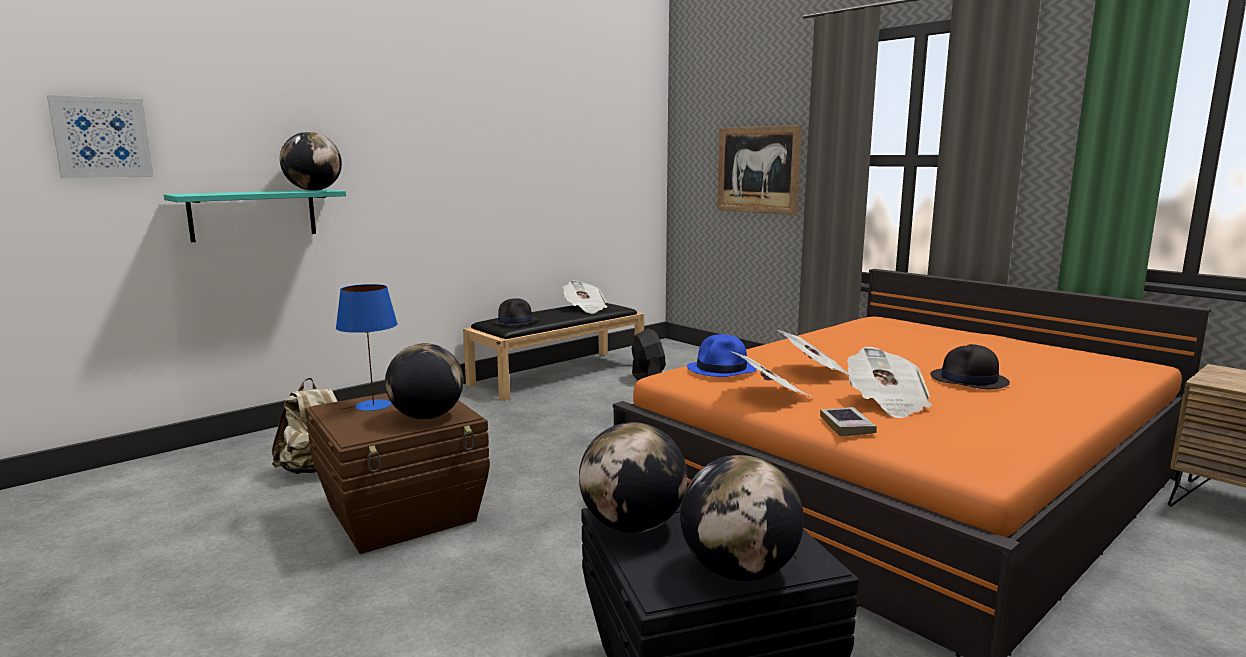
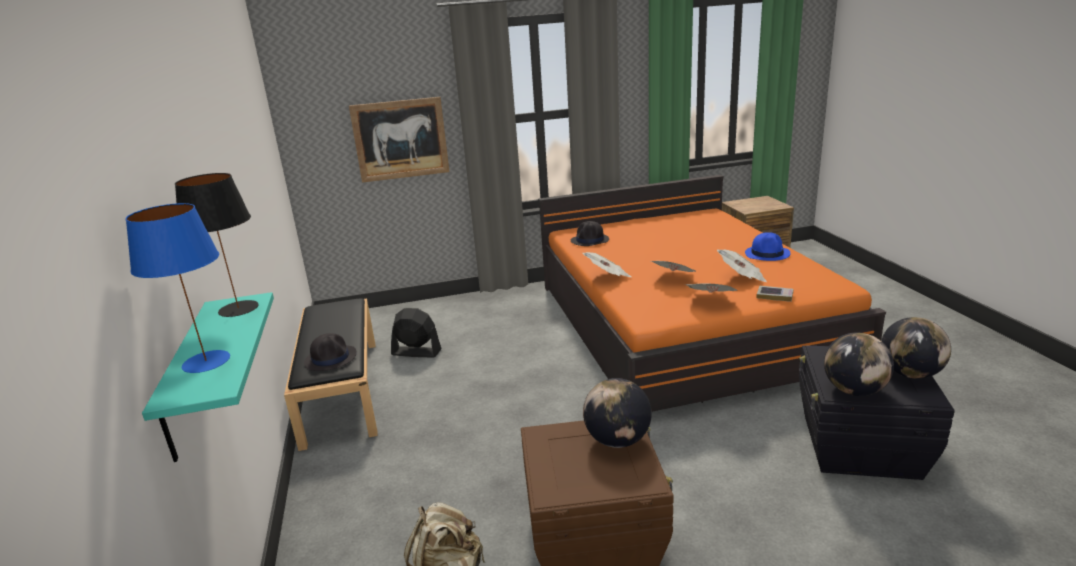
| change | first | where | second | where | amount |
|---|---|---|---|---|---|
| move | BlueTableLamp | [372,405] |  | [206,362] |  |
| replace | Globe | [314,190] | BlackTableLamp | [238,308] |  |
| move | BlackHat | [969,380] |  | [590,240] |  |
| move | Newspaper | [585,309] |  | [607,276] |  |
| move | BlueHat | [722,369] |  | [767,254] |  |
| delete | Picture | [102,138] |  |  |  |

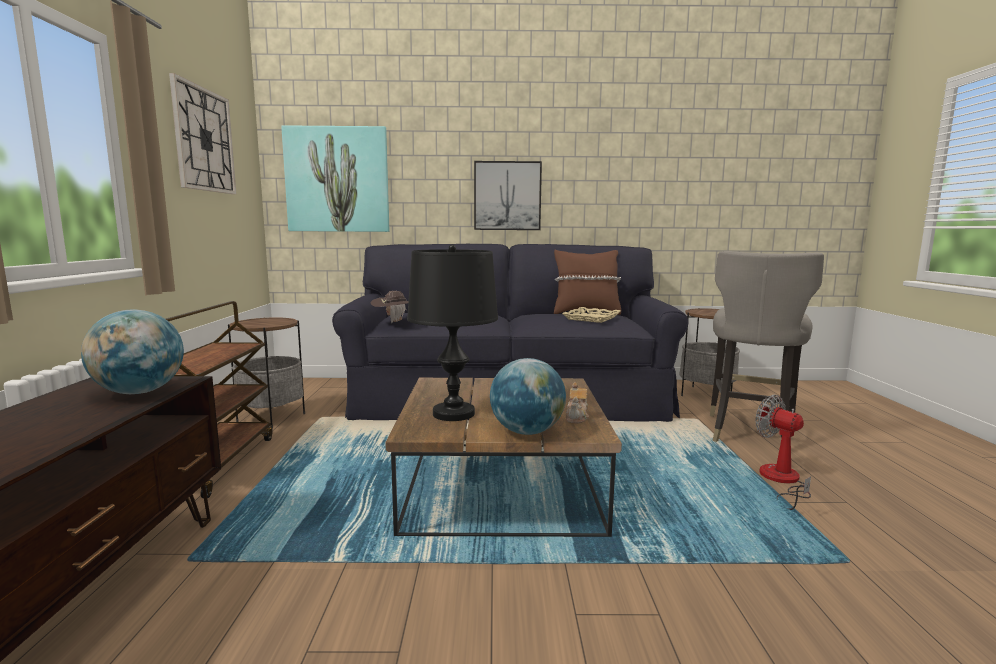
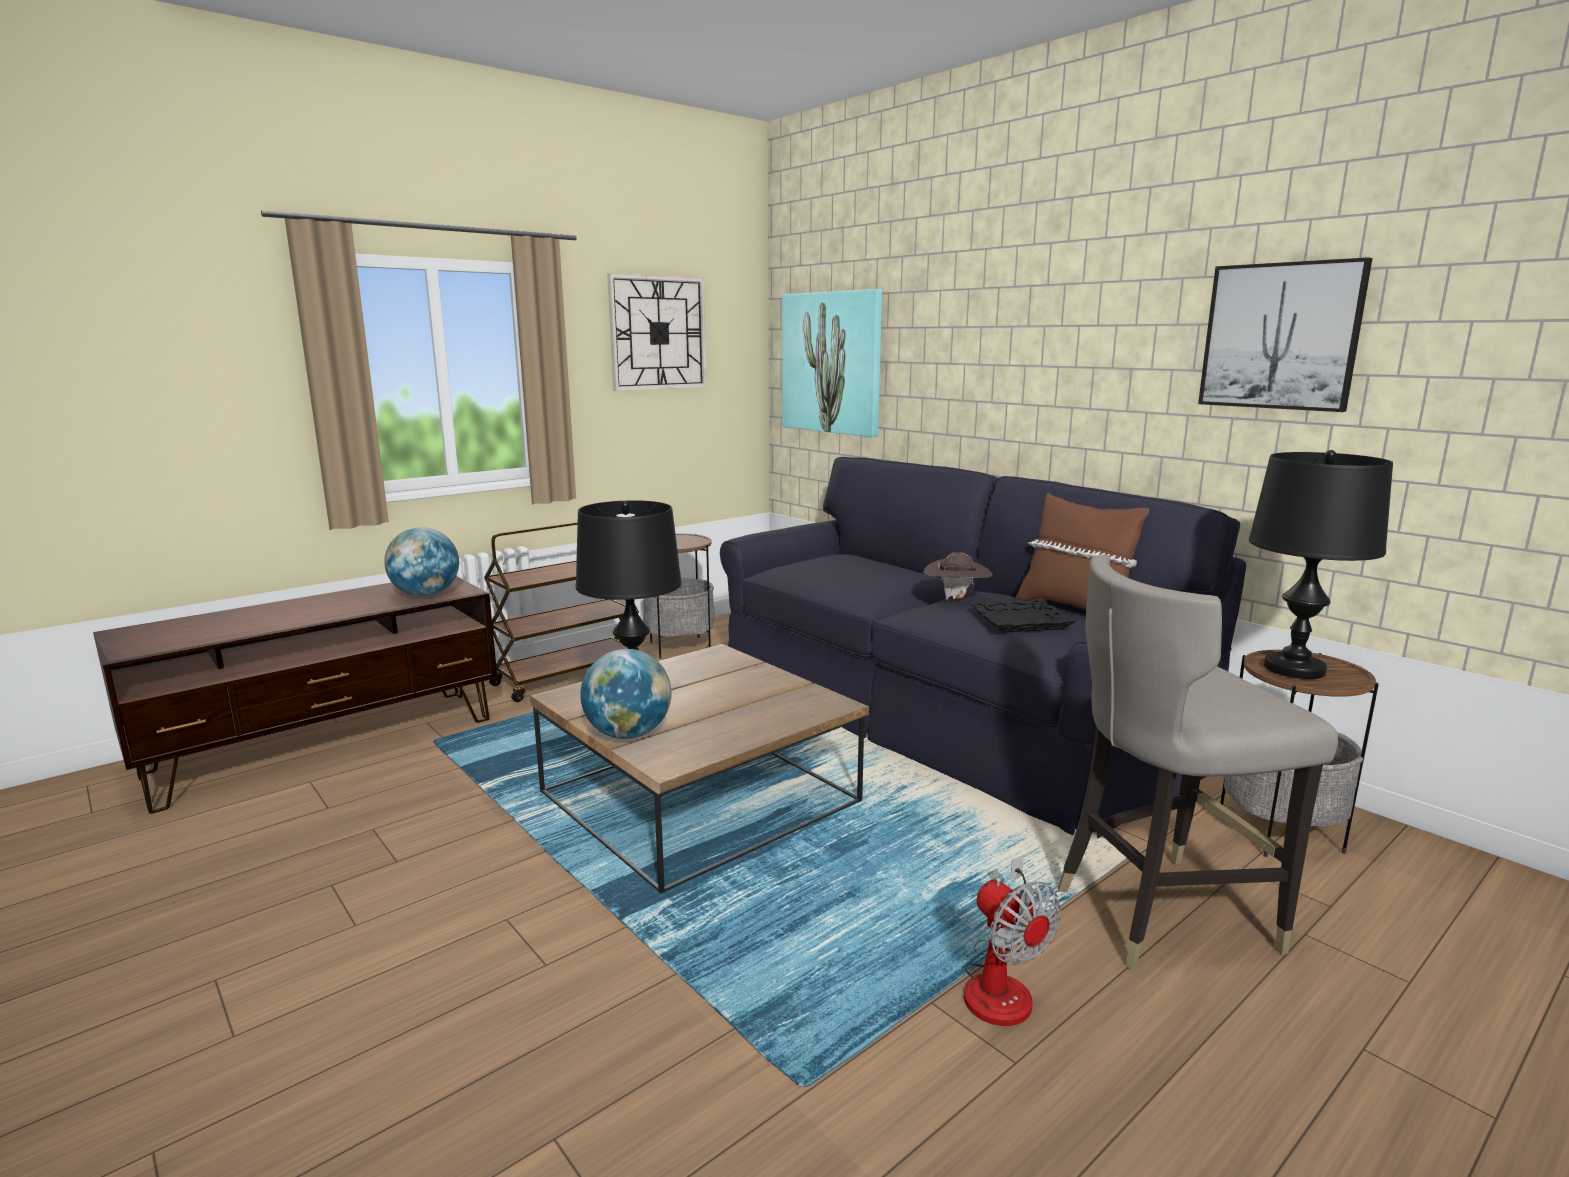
| change | first | where | second | where | amount |
|---|---|---|---|---|---|
| move | BrownHat | [395,322] |  | [956,598] |  |
| rotate | Fan | [781,481] |  | [1001,983] | 135 degrees clockwise |
| recolor | BeigeTray | [592,318] | BlackTray | [1020,622] |  |
| move | Picture | [507,196] |  | [1280,336] |  |
| insert |  |  | BlackTableLamp | [1294,669] |  |
| delete | Teapot | [577,417] |  |  |  |

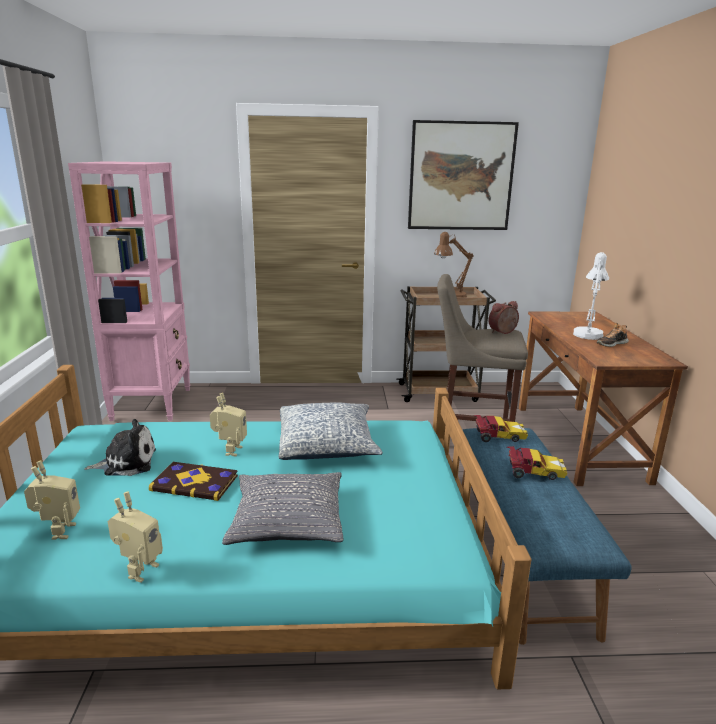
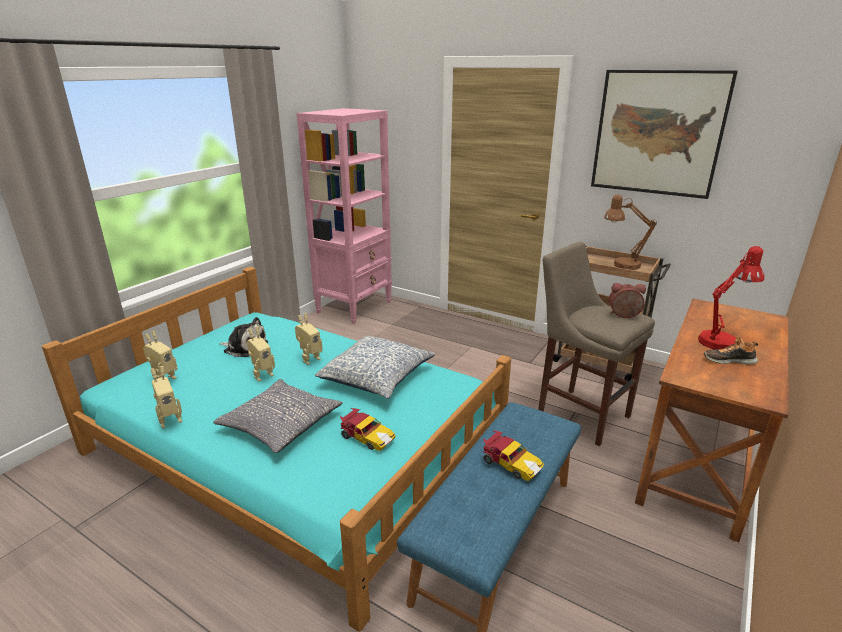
| change | first | where | second | where | amount |
|---|---|---|---|---|---|
| replace | Book | [195,482] | ToyRobot | [262,375] |  |
| move | ToyCar | [498,436] |  | [366,437] |  |
| recolor | WhiteTableLamp | [588,333] | RedTableLamp | [721,340] |  |

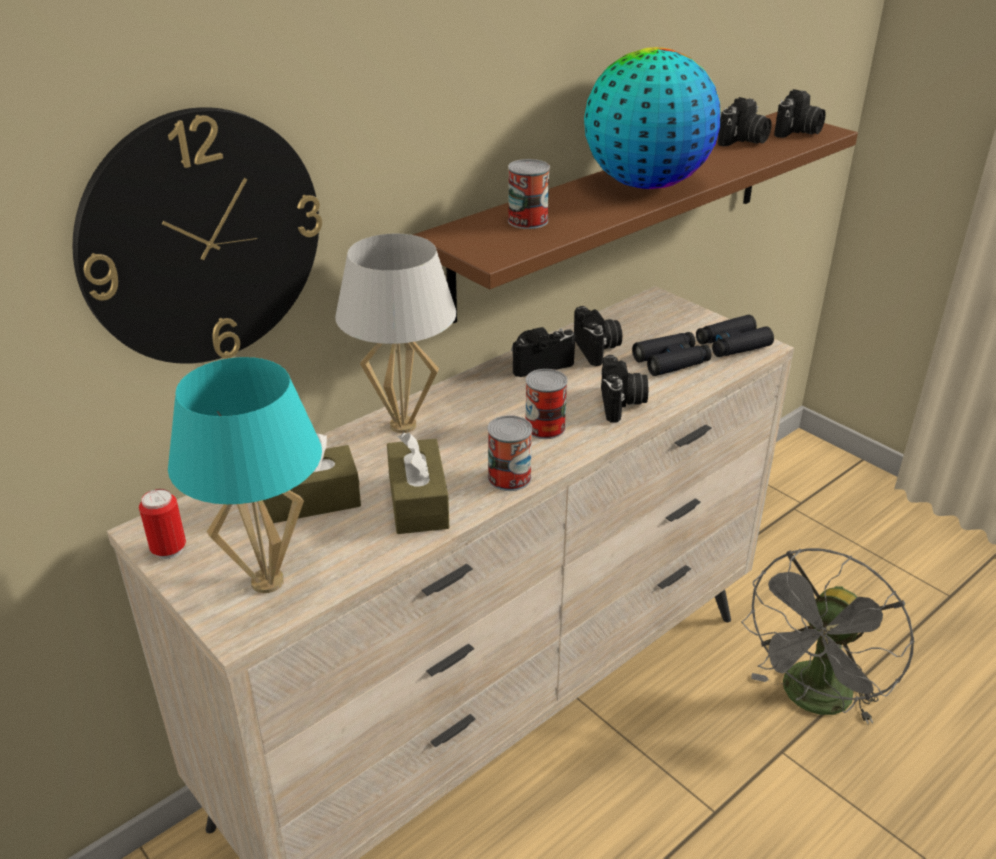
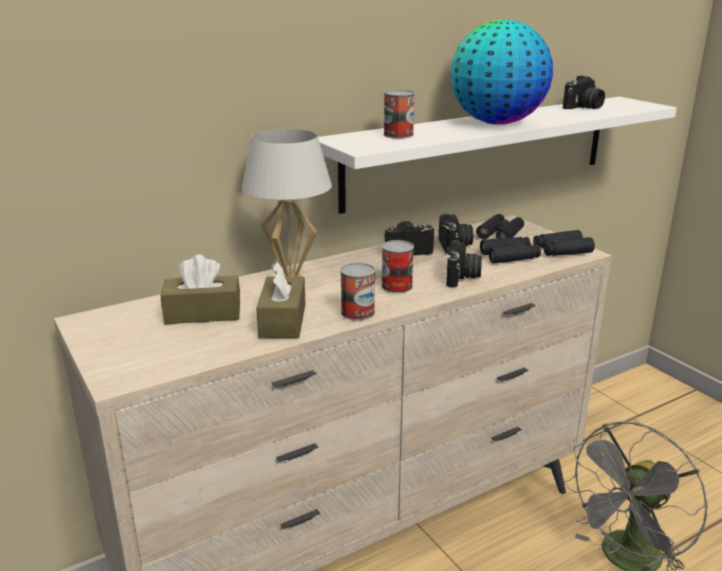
| change | first | where | second | where | amount |
|---|---|---|---|---|---|
| recolor | BrownShelf | [618,210] | WhiteShelf | [481,150] |  |
| insert |  |  | BlackBinoculars | [500,234] |  |
| delete | WallClock | [202,239] |  |  |  |
| delete | Can | [169,550] |  |  |  |
| delete | TurquoiseTableLamp | [266,582] |  |  |  |
| delete | PhotoCamera | [798,132] |  |  |  |

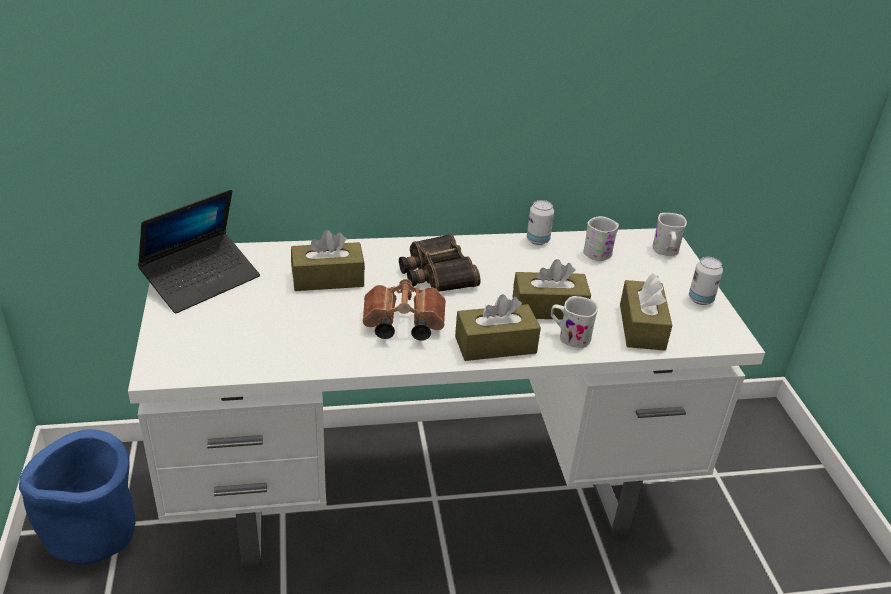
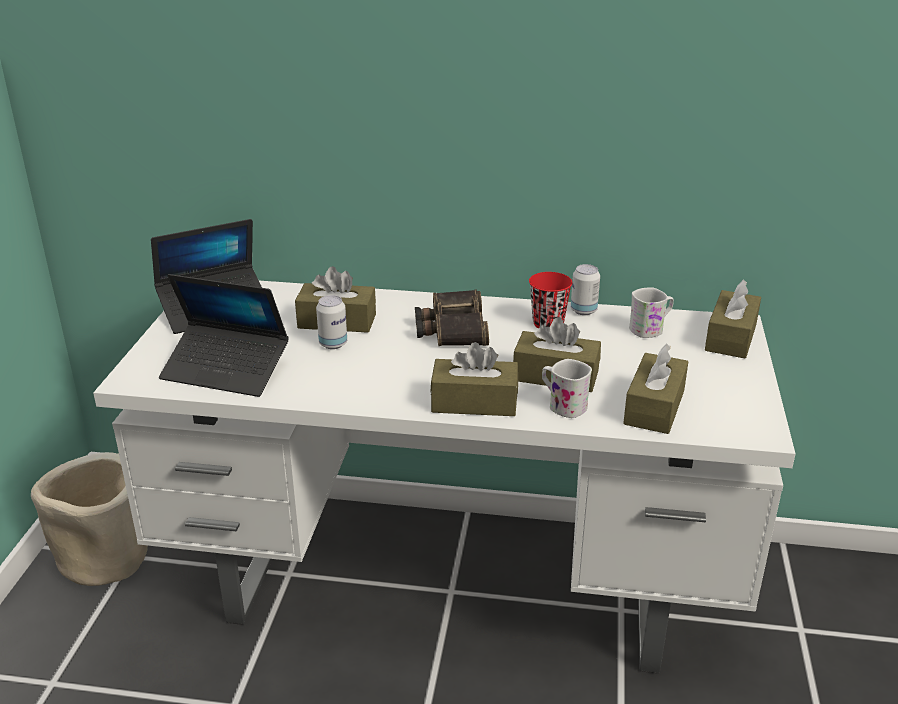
| change | first | where | second | where | amount |
|---|---|---|---|---|---|
| recolor | BluePlanter | [92,533] | BeigePlanter | [104,559] |  |
| insert |  |  | Laptop | [226,370] |  |
| move | Can | [700,299] |  | [333,344] |  |
| insert |  |  | RedCup | [548,323] |  |
| replace | WhiteMug | [666,251] | BrownTissueBox | [730,337] |  |
| delete | BrownBinoculars | [401,325] |  |  |  |

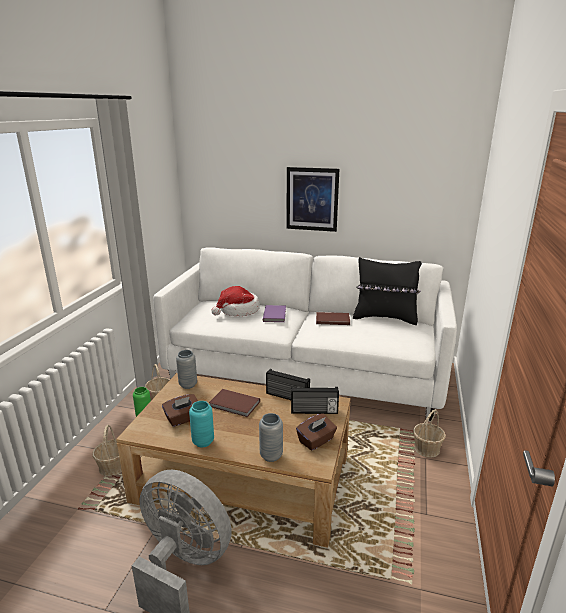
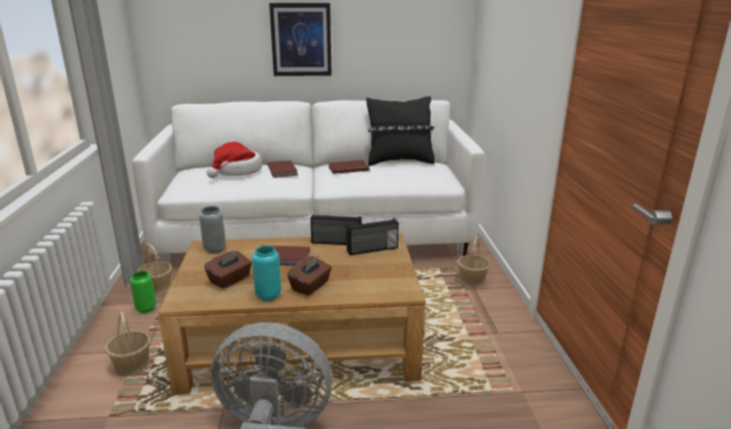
| change | first | where | second | where | amount |
|---|---|---|---|---|---|
| recolor | PurpleBook | [275,315] | BrownBook | [283,170] |  |
| move | BrownTissueBox | [316,441] |  | [311,286] |  |
| delete | GreyVase | [271,456] |  |  |  |

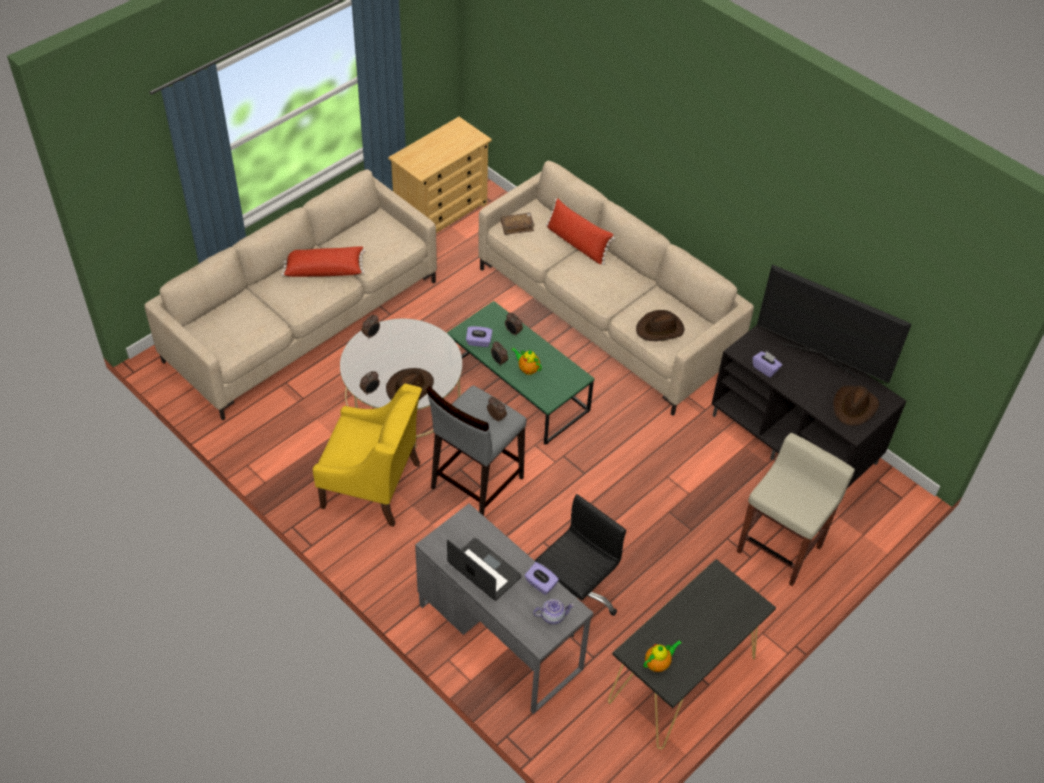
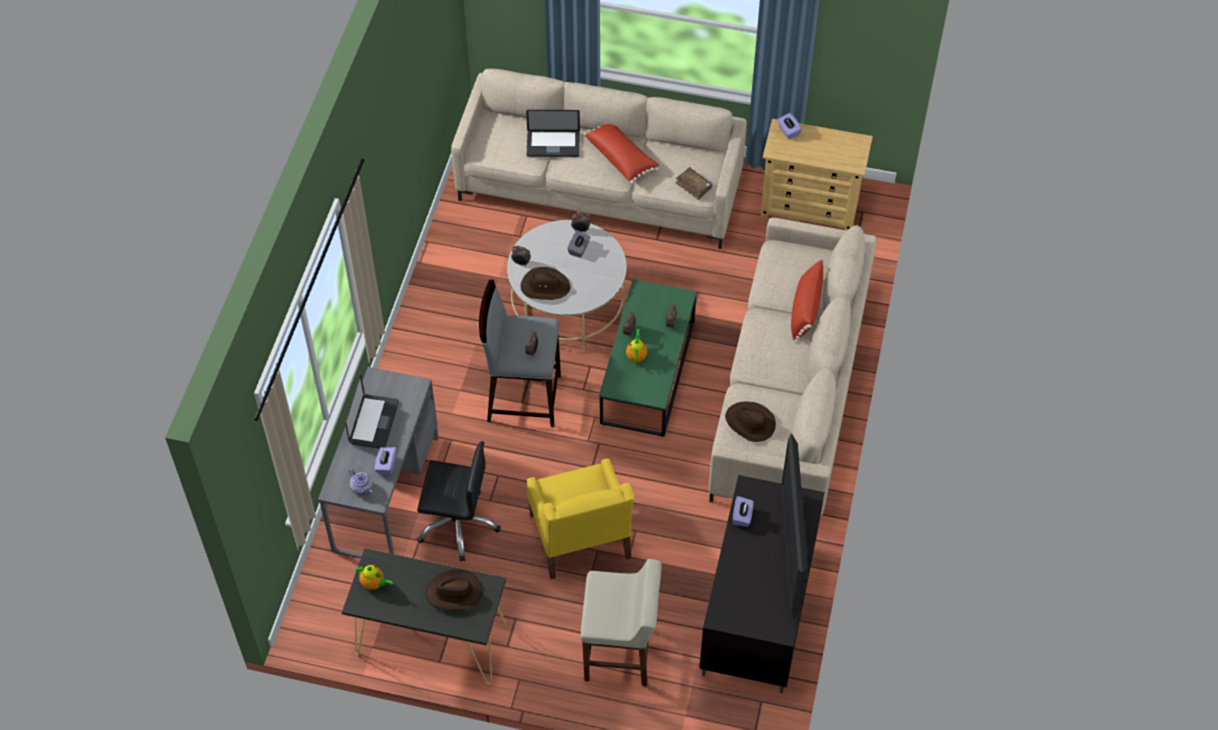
| change | first | where | second | where | amount |
|---|---|---|---|---|---|
| move | BrownHat | [854,407] |  | [454,593] |  |
| insert |  |  | Laptop | [553,145] |  |
| move | YellowArmchair | [372,485] |  | [580,537] |  |
| insert |  |  | GreyTissueBox | [579,249] |  |
| move | BrownBook | [517,226] |  | [694,186] |  |
| move | PurpleTissueBox | [478,342] |  | [788,131] |  |

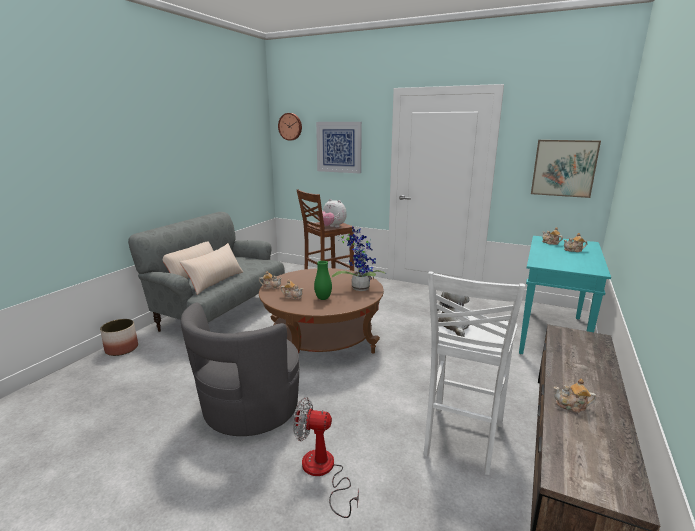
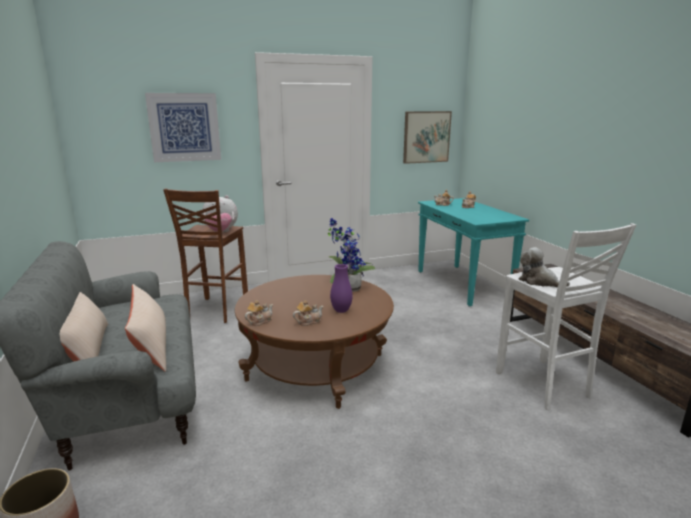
| change | first | where | second | where | amount |
|---|---|---|---|---|---|
| recolor | GreenVase | [323,298] | PurpleVase | [341,311] |  |
| delete | GreyArmchair | [249,409] |  |  |  |
| delete | WallClock | [290,126] |  |  |  |
| delete | Fan | [323,472] |  |  |  |
| delete | Teapot | [571,406] |  |  |  |

